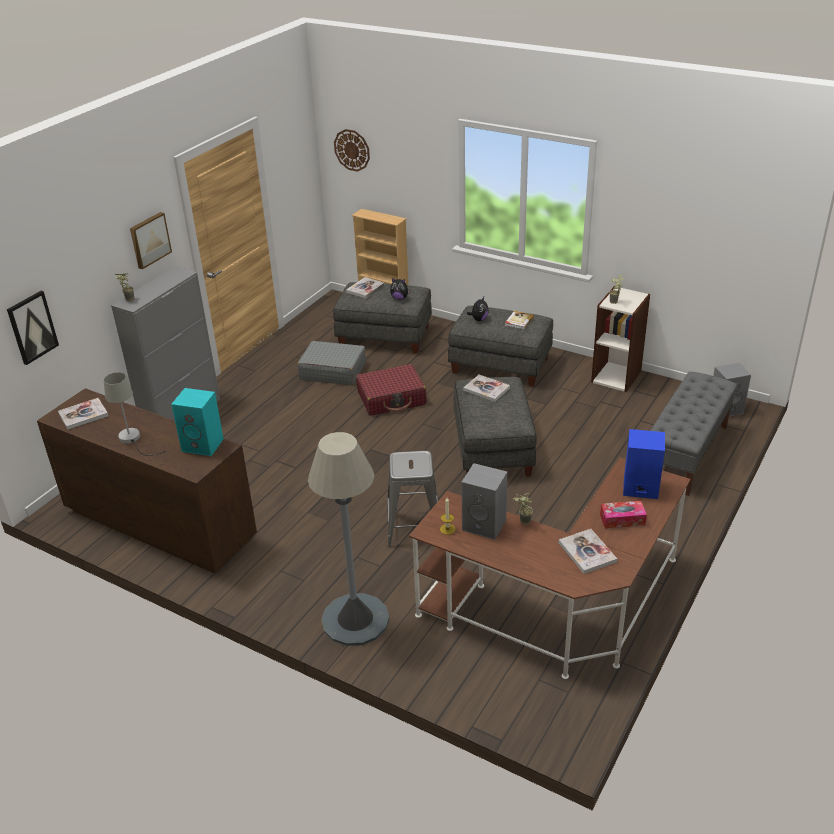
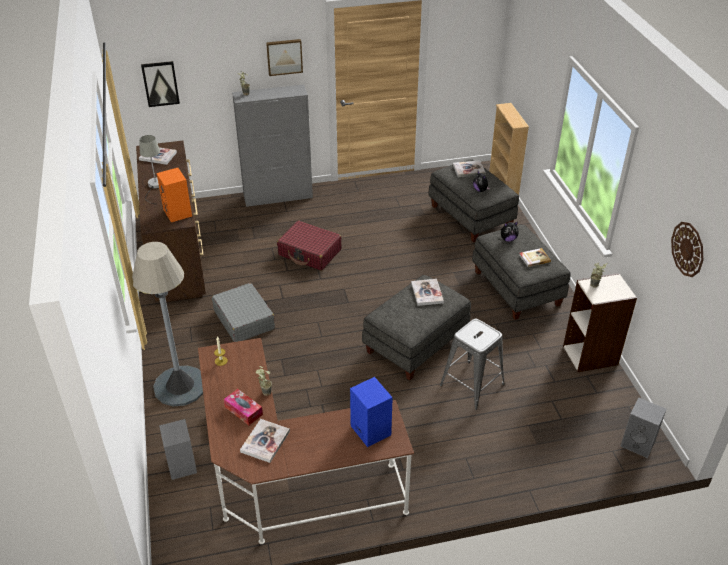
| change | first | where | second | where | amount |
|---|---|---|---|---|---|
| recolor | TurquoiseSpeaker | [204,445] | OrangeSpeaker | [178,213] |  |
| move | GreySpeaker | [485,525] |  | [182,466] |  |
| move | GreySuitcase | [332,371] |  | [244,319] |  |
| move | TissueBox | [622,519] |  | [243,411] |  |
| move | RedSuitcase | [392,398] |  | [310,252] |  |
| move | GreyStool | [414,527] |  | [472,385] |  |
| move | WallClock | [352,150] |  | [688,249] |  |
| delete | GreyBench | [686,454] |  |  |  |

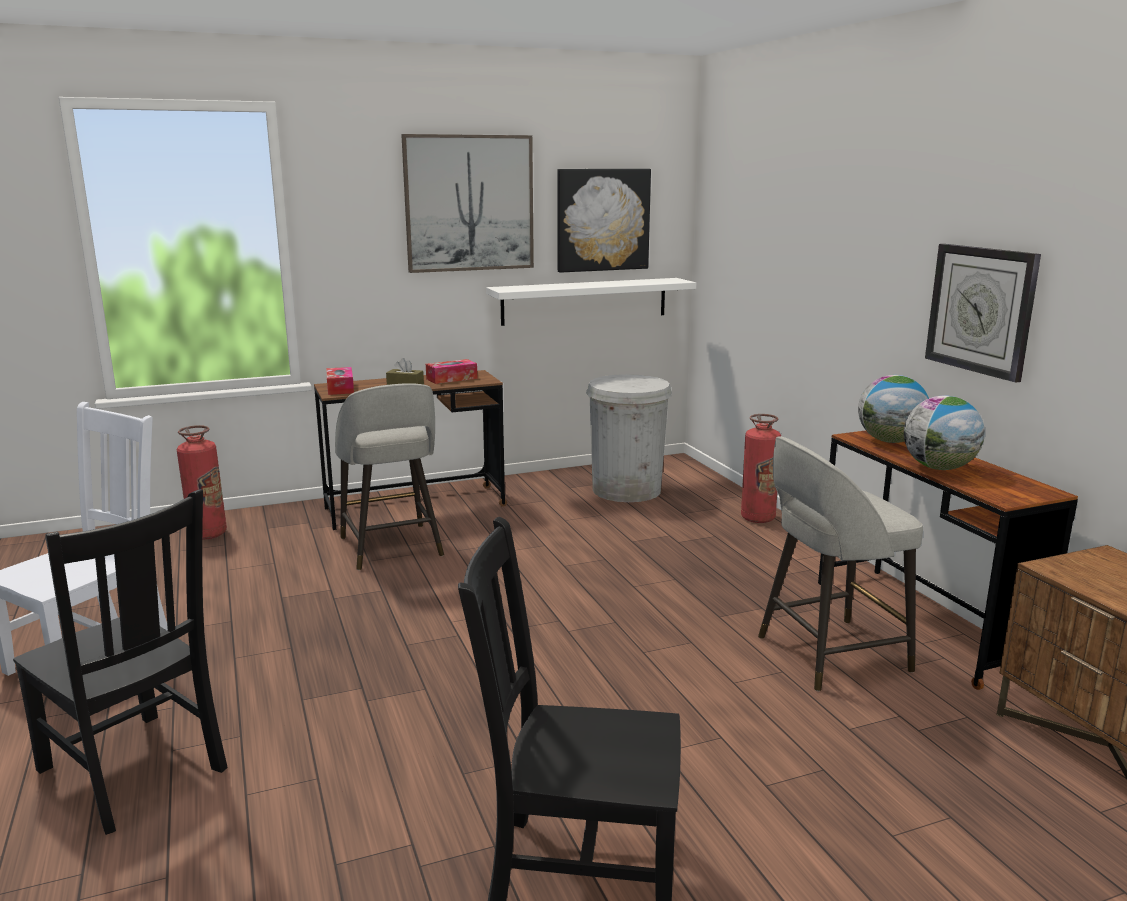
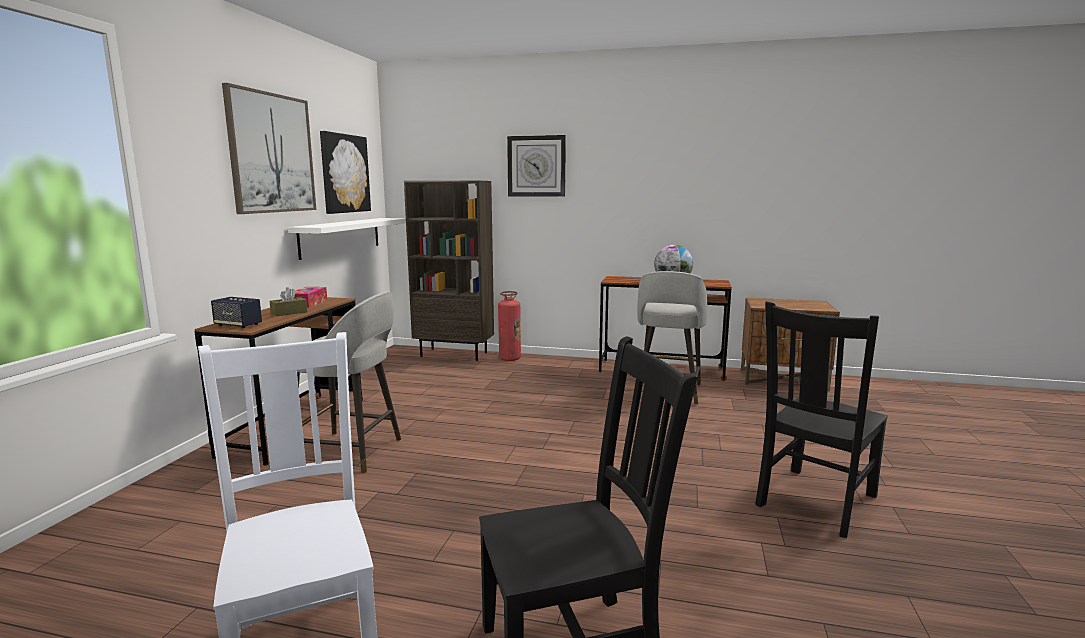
| change | first | where | second | where | amount |
|---|---|---|---|---|---|
| replace | TissueBox | [340,388] | Speaker | [238,325] |  |
| insert |  |  | BrownBookcase | [454,354] |  |
| move | WallClock | [981,310] |  | [536,166] |  |
| delete | FireExtinguisher | [208,534] |  |  |  |
| delete | WhiteTrashCan | [626,490] |  |  |  |
| delete | Globe | [890,441] |  |  |  |

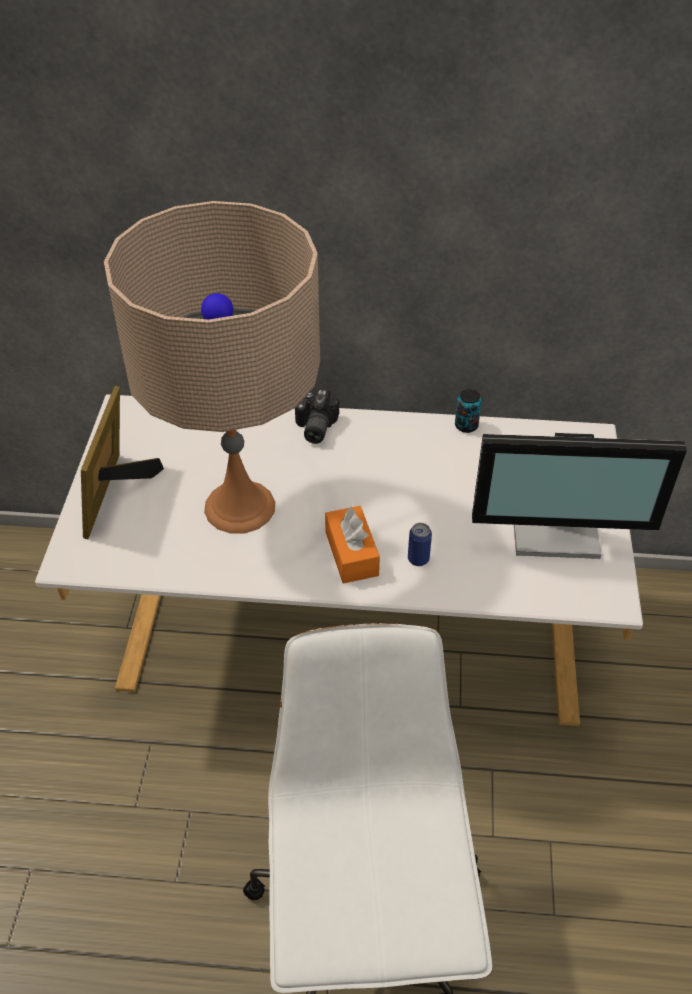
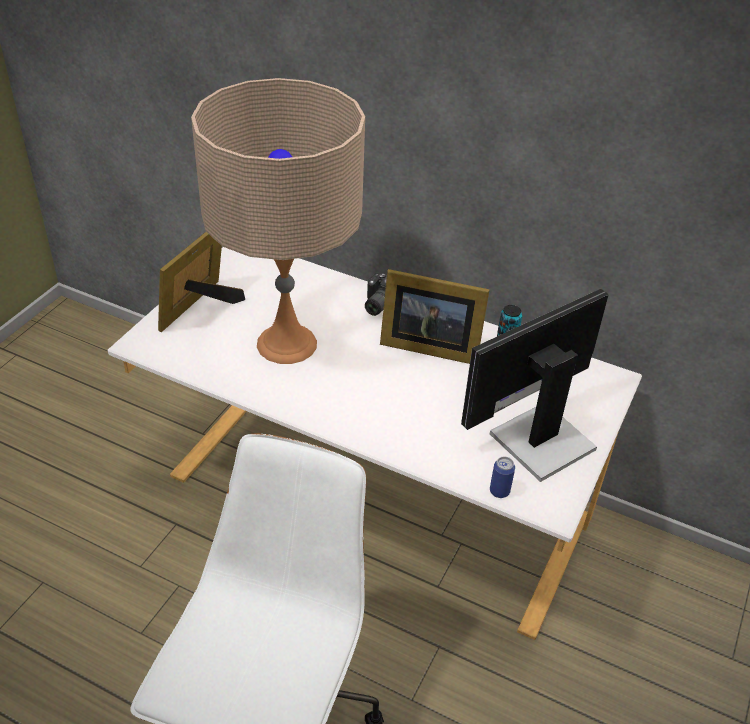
| change | first | where | second | where | amount |
|---|---|---|---|---|---|
| insert |  |  | PictureFrame | [427,345] |  |
| rotate | Monitor | [556,529] |  | [538,439] | 120 degrees clockwise |
| move | Can | [418,559] |  | [499,491] |  |
| delete | OrangeTissueBox | [351,553] |  |  |  |

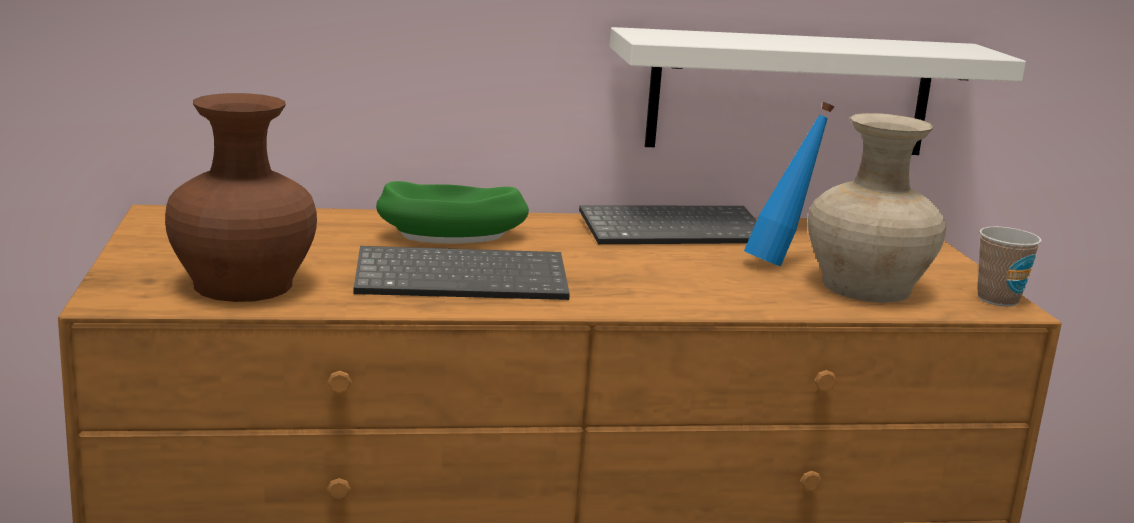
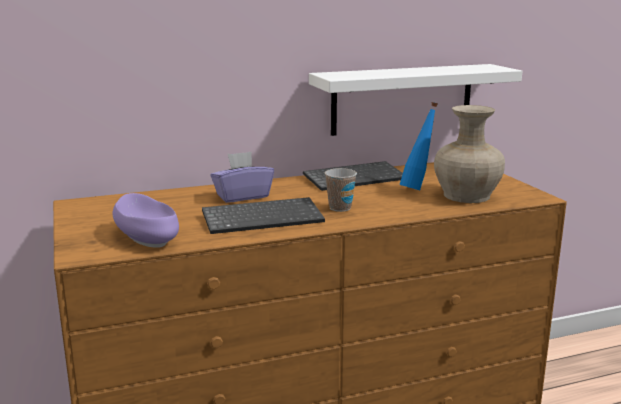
| change | first | where | second | where | amount |
|---|---|---|---|---|---|
| replace | BrownVase | [241,284] | PurpleBowl | [146,237] |  |
| replace | GreenBowl | [451,237] | PurpleTissueBox | [242,196] |  |
| move | Cup | [998,299] |  | [340,208] |  |

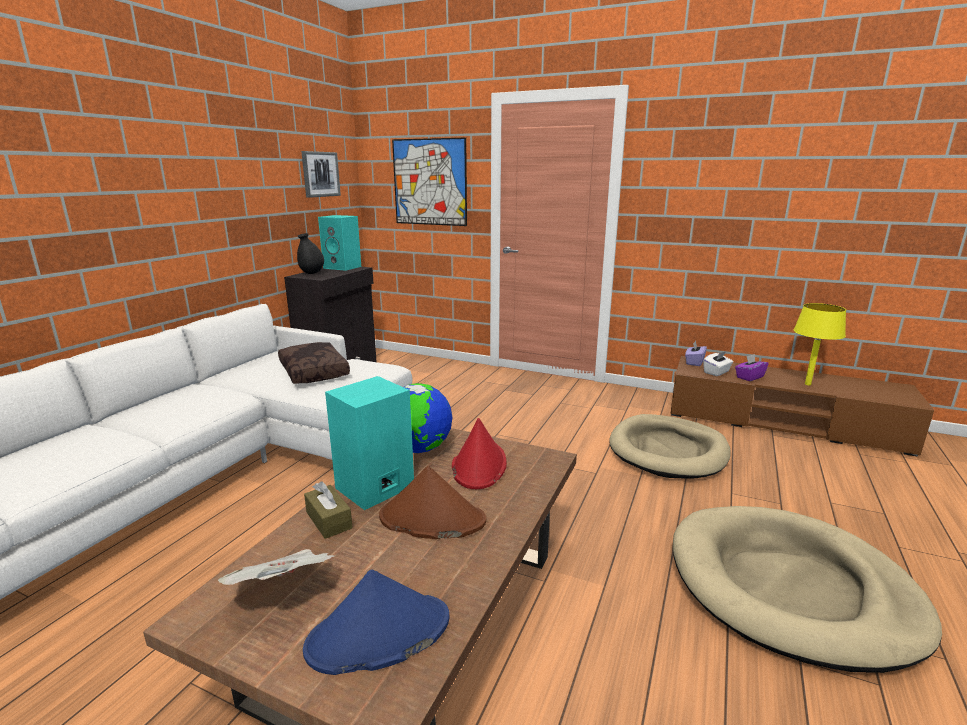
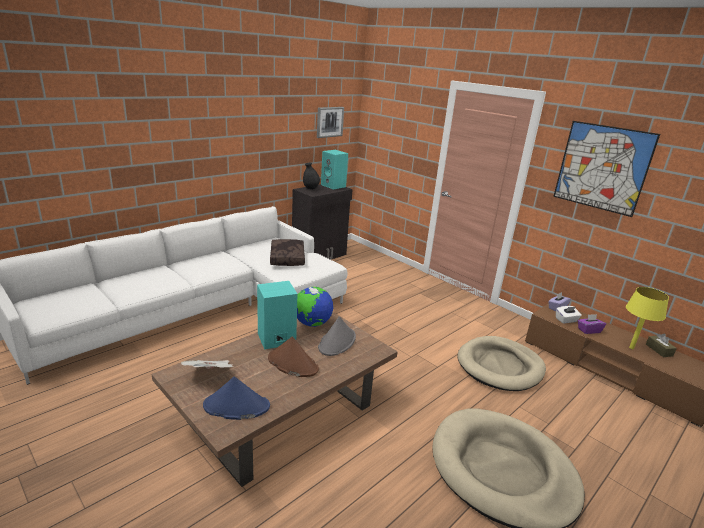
| change | first | where | second | where | amount |
|---|---|---|---|---|---|
| recolor | RedHat | [479,465] | GreyHat | [337,342] |  |
| move | Picture | [429,182] |  | [602,167] |  |
| move | BrownTissueBox | [329,520] |  | [659,350] |  |

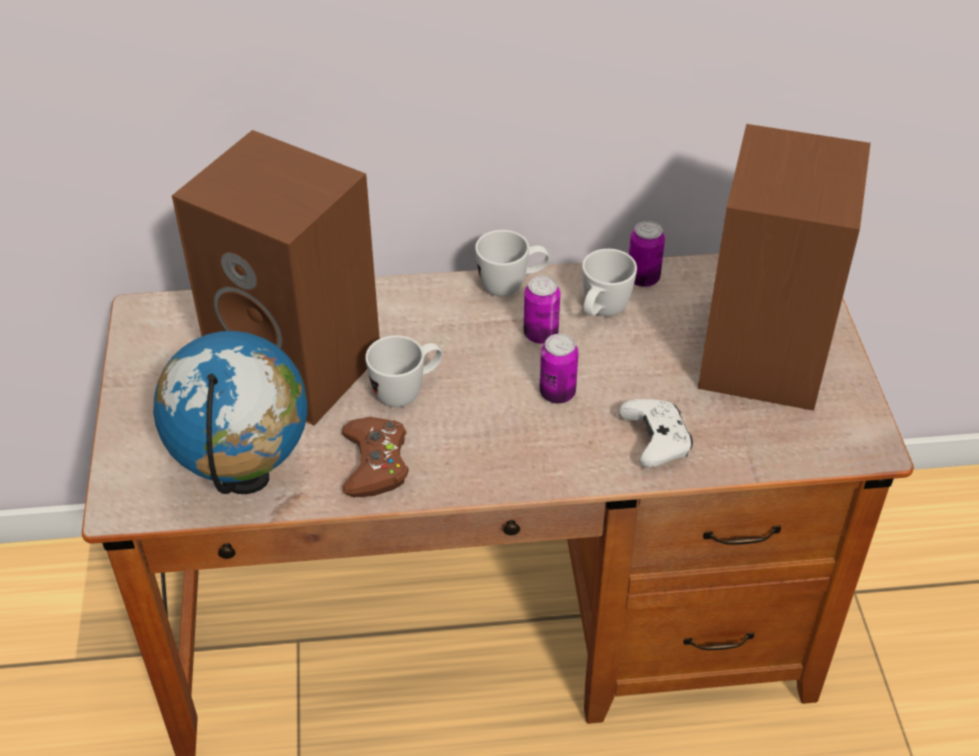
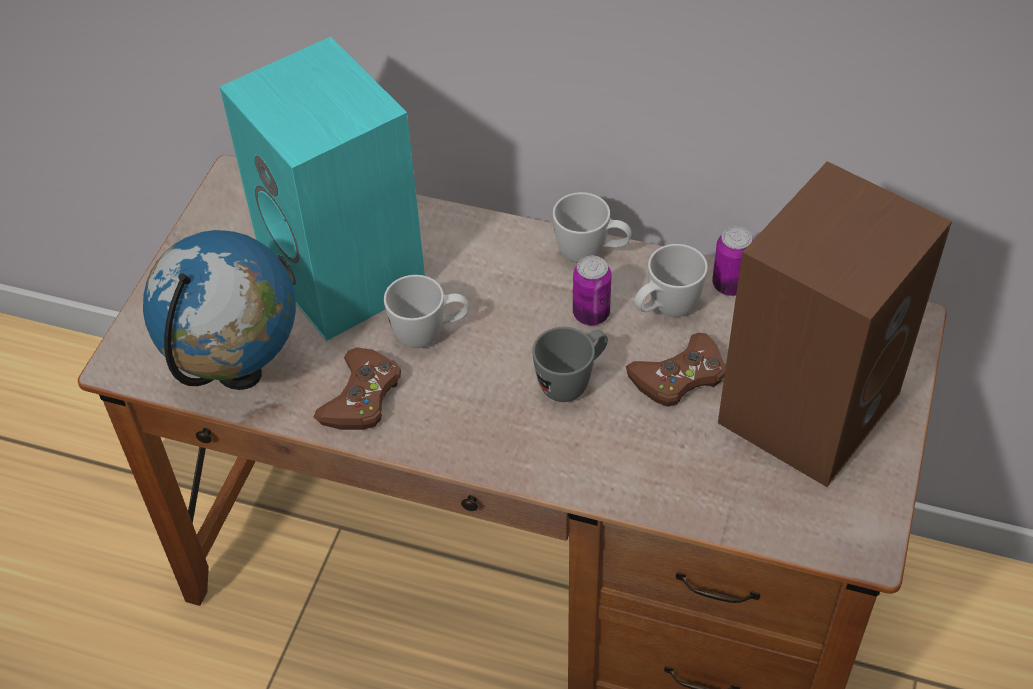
| change | first | where | second | where | amount |
|---|---|---|---|---|---|
| recolor | BrownSpeaker | [301,364] | TurquoiseSpeaker | [347,275] |  |
| replace | Can | [557,393] | GreyMug | [572,382] |  |
| insert |  |  | BrownGameController | [679,376] |  |
| delete | WhiteGameController | [656,441] |  |  |  |

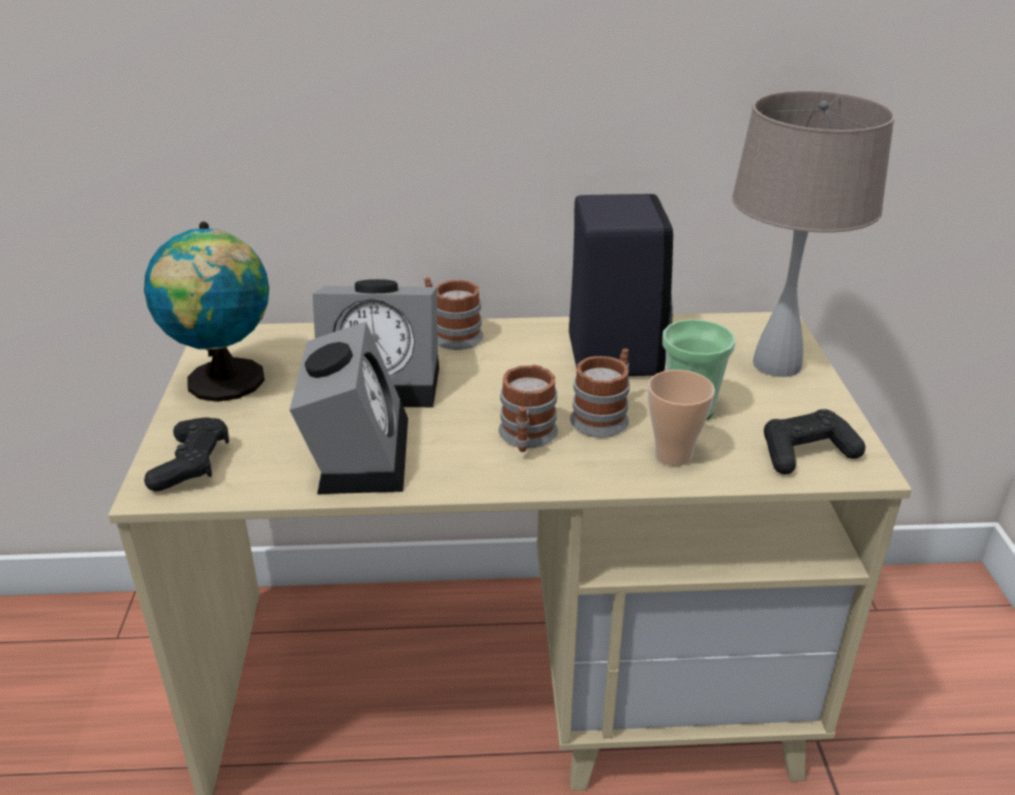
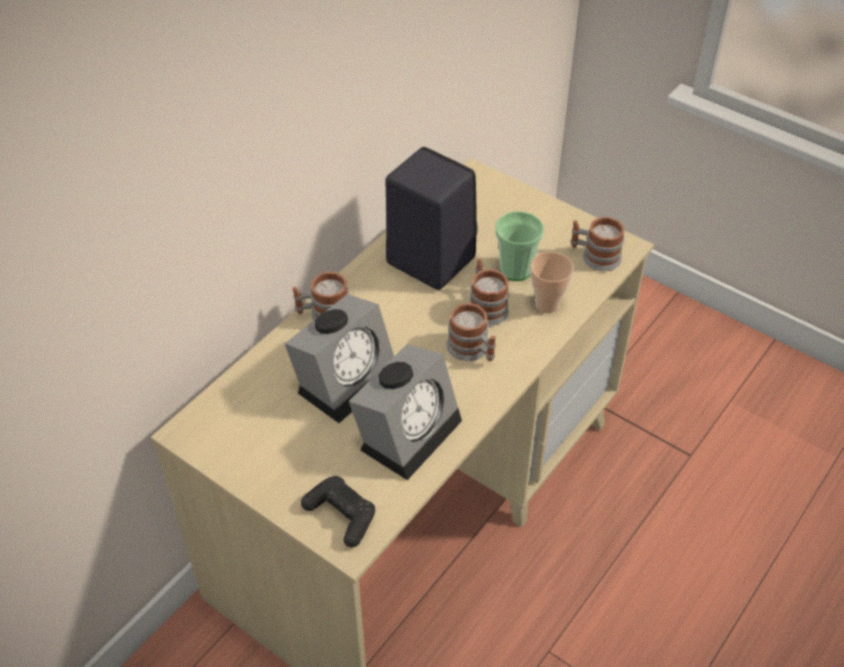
| change | first | where | second | where | amount |
|---|---|---|---|---|---|
| rotate | AlarmClock | [357,451] |  | [409,430] | 90 degrees clockwise |
| replace | BlackGameController | [806,453] | Mug | [594,256] |  |
| delete | Globe | [225,384] |  |  |  |
| delete | BeigeTableLamp | [776,365] |  |  |  |

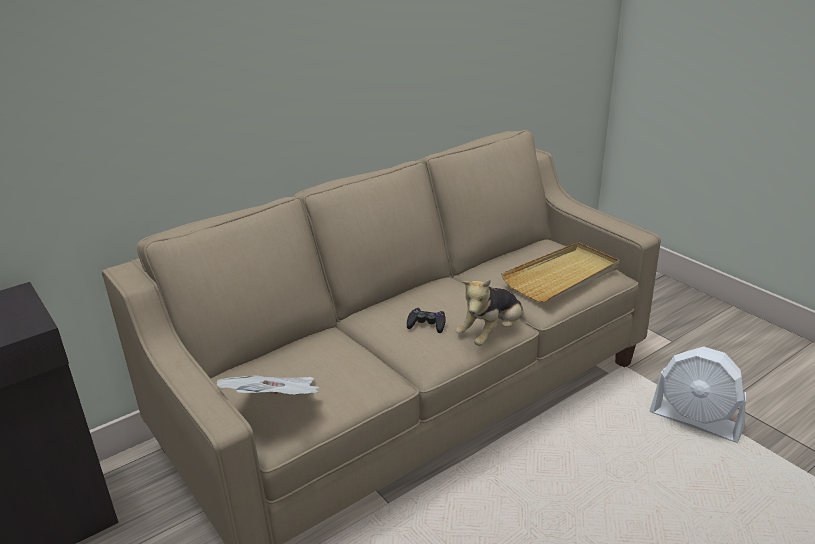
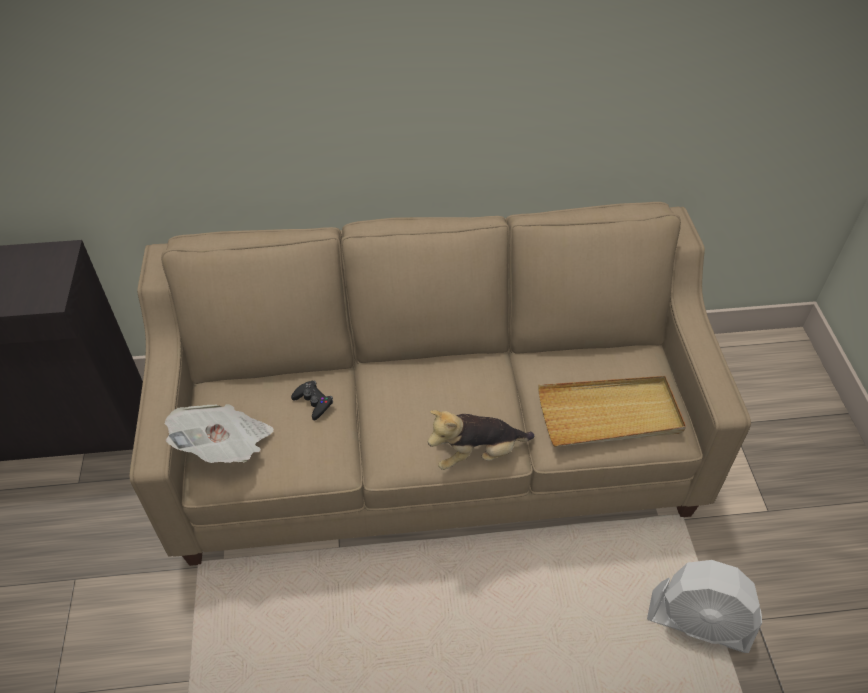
| change | first | where | second | where | amount |
|---|---|---|---|---|---|
| move | BlackGameController | [427,324] |  | [313,402] |  |
| rotate | WhiteFan | [696,420] |  | [699,622] | 45 degrees counterclockwise |

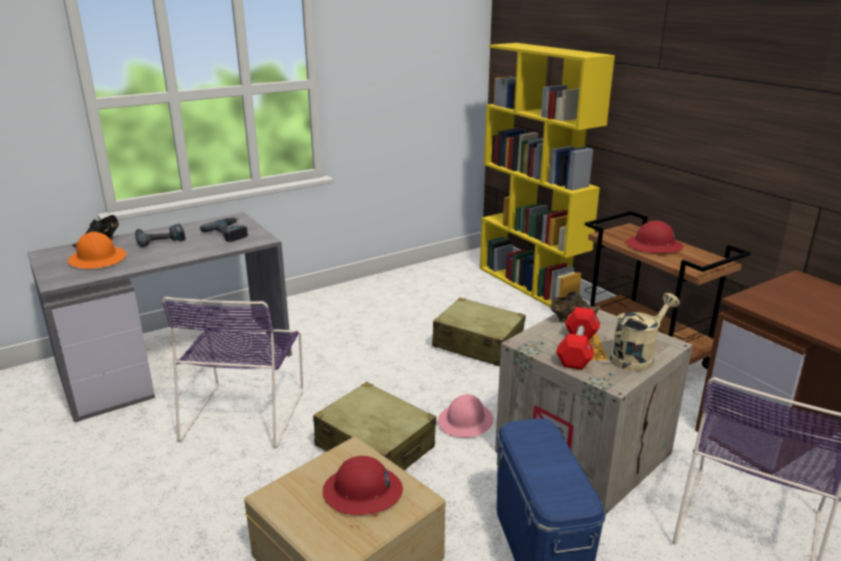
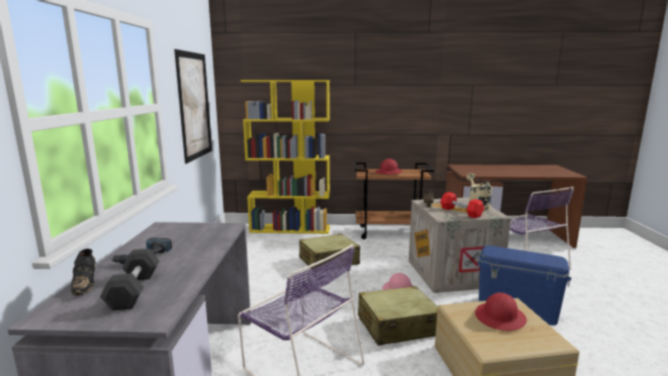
| change | first | where | second | where | amount |
|---|---|---|---|---|---|
| replace | OrangeHardHat | [98,259] | BlackDumbbell | [134,290] |  |
| insert |  |  | Picture | [194,106] |  |
| delete | PowerDrill | [229,233] |  |  |  |

